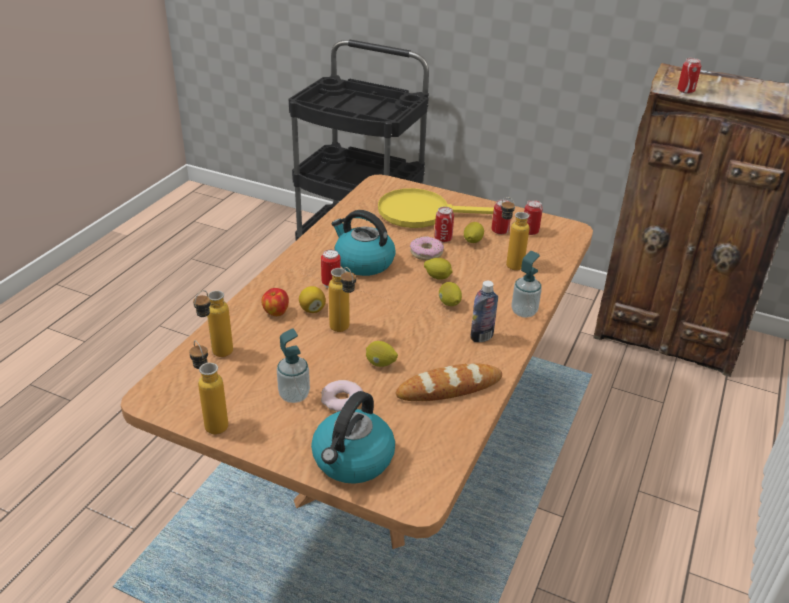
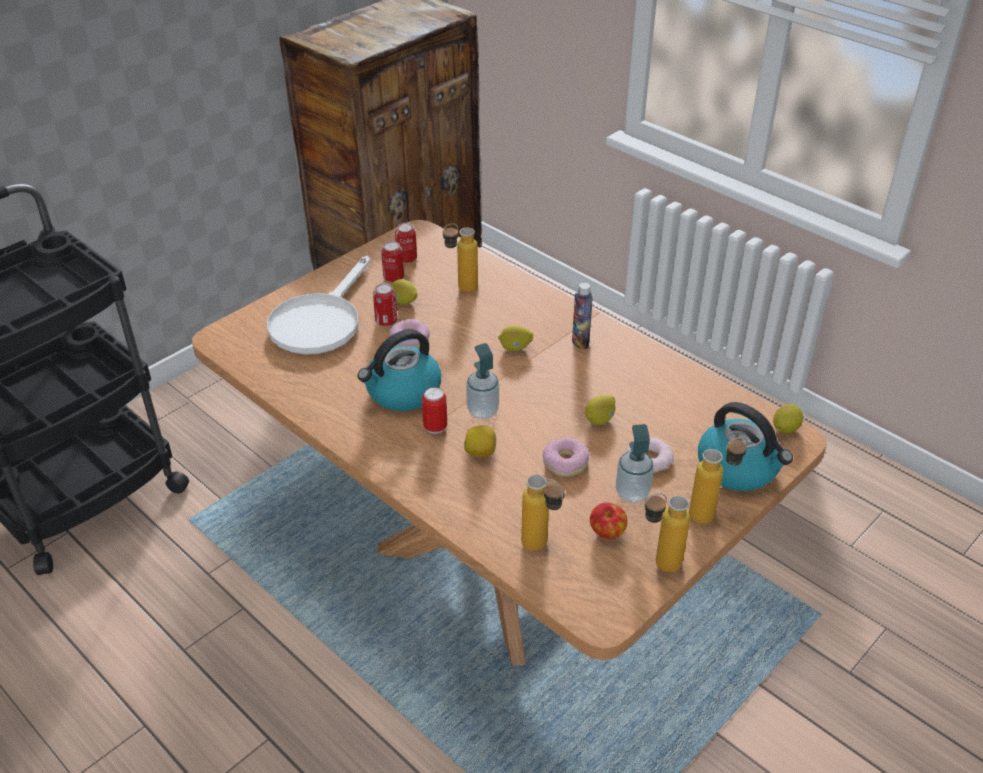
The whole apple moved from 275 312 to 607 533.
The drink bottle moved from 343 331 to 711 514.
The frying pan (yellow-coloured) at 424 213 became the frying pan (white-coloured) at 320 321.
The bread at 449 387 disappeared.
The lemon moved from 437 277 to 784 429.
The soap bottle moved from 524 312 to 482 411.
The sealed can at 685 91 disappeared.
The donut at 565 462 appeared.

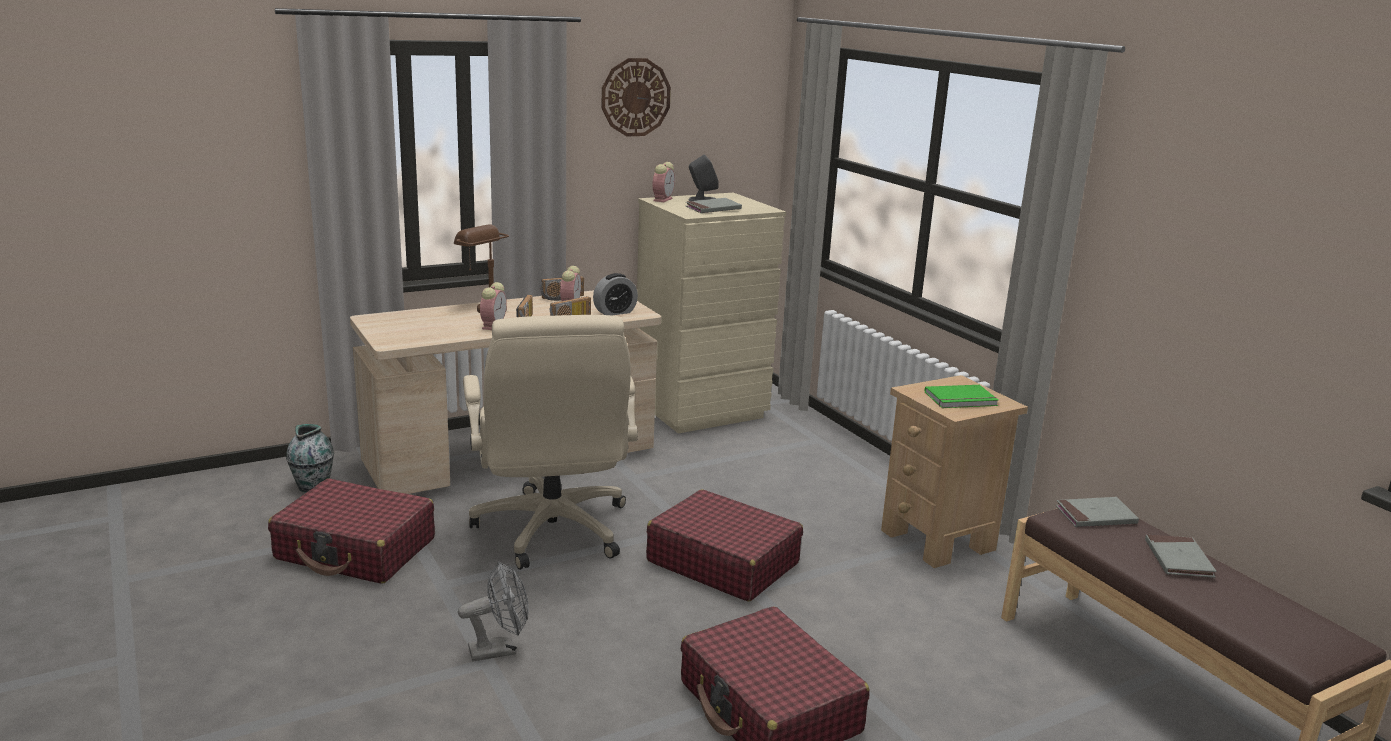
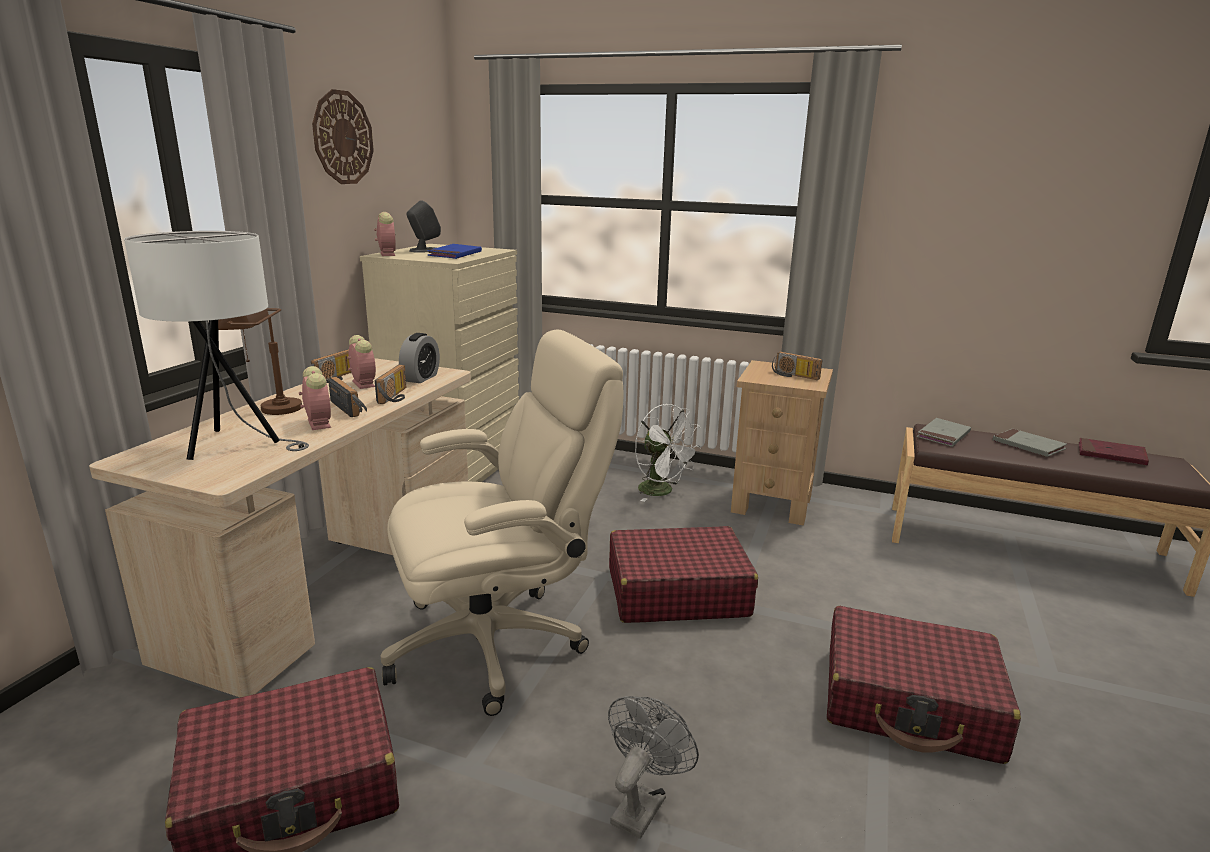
The flower vase at 313 486 disappeared.
The desk chair (beige-coloured) at 552 535 turned 60 degrees counterclockwise.
The bound book (greyish) at 713 208 became the bound book (bluish) at 455 254.
The bound book (greenish) at 961 400 was replaced by the radio set at 793 376.
The table lamp (white-coloured) at 234 446 appeared.
The electric fan (white-coloured) at 662 492 appeared.
The bound book (reddish) at 1111 455 appeared.

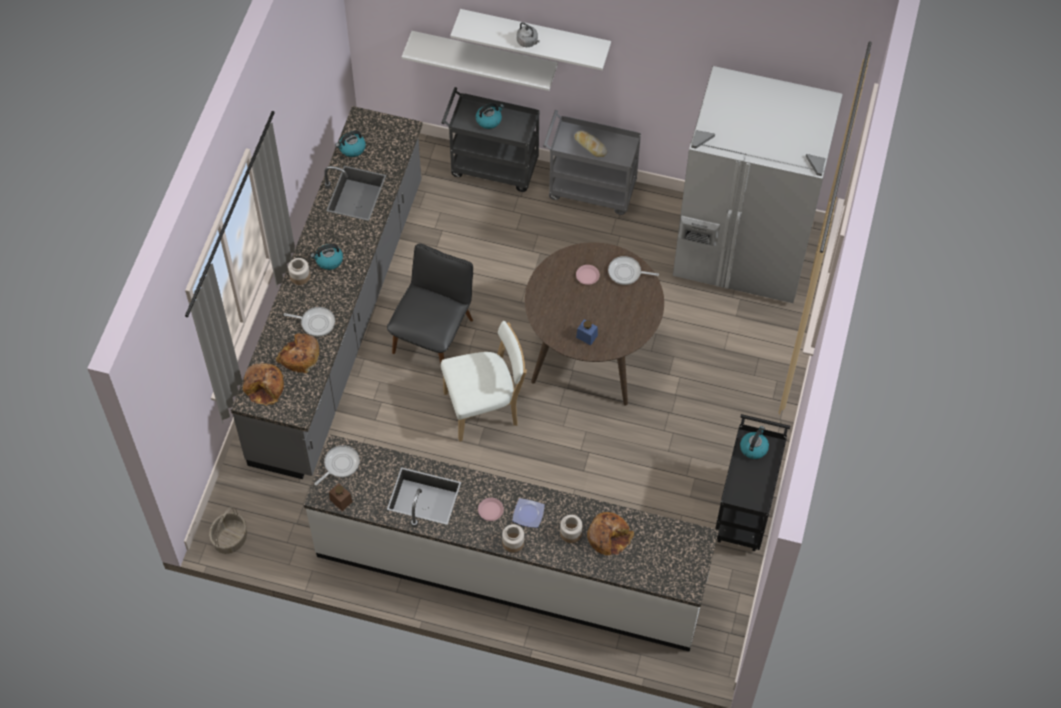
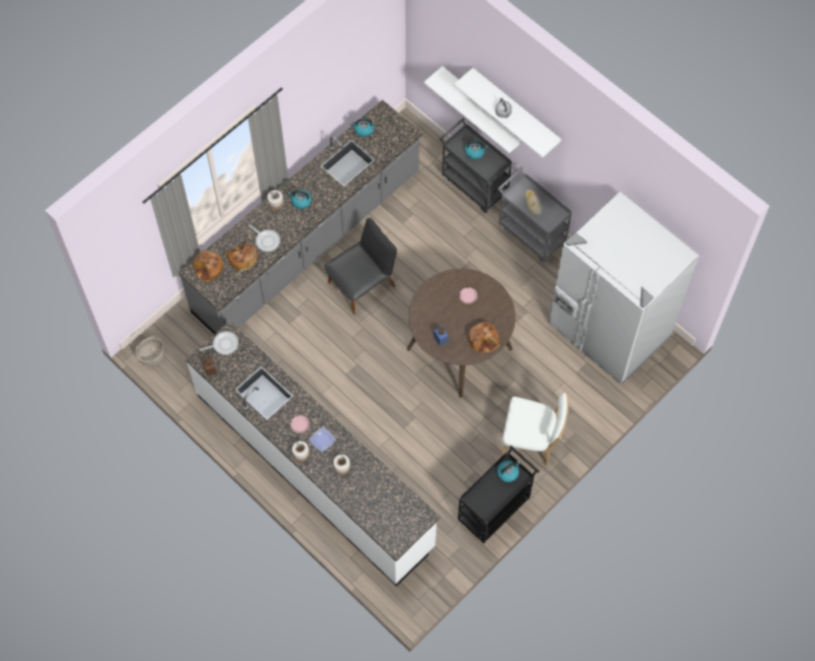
The plain chair (white-coloured) moved from 484 408 to 531 442.
The bread moved from 608 536 to 483 339.
The frying pan at 626 273 disappeared.

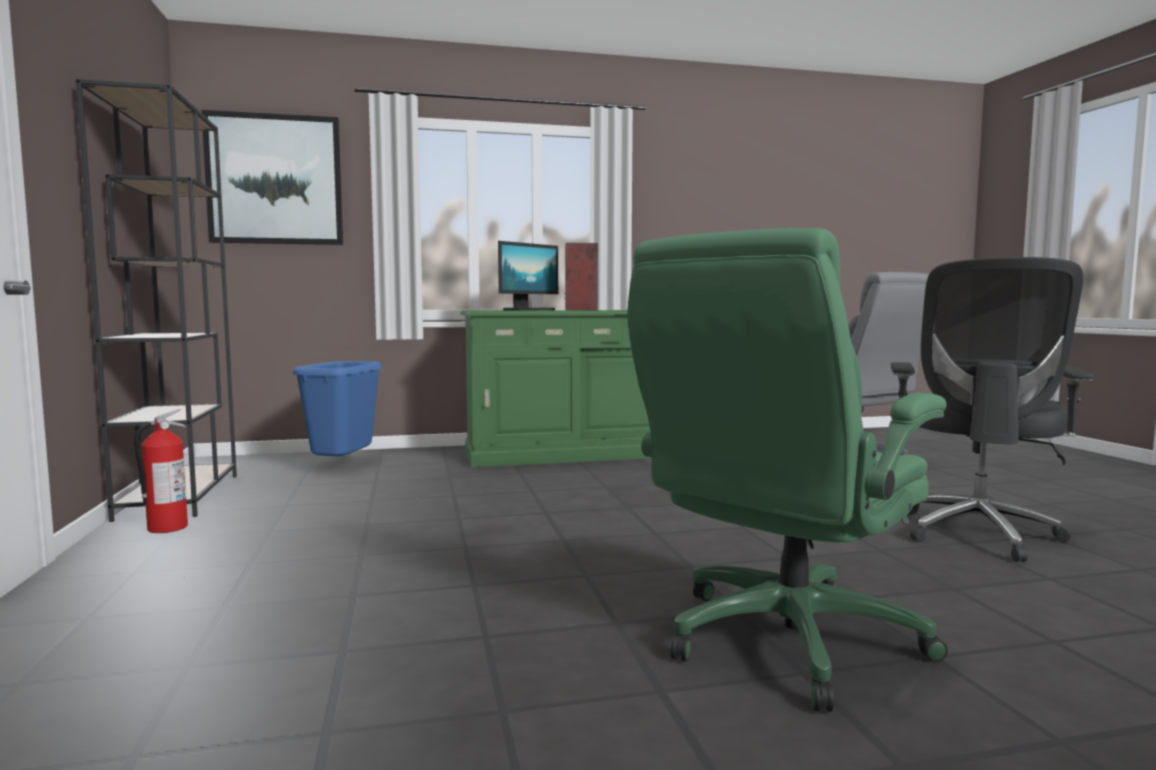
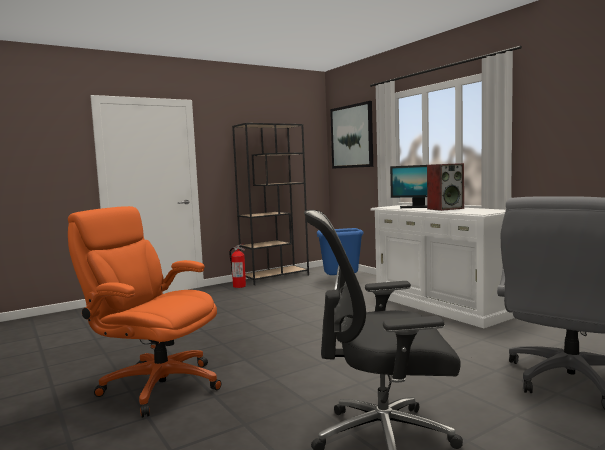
The cupboard (greenish) at 571 454 became the cupboard (white-coloured) at 439 305.
The desk chair (greenish) at 778 645 became the desk chair (orangey) at 155 384.

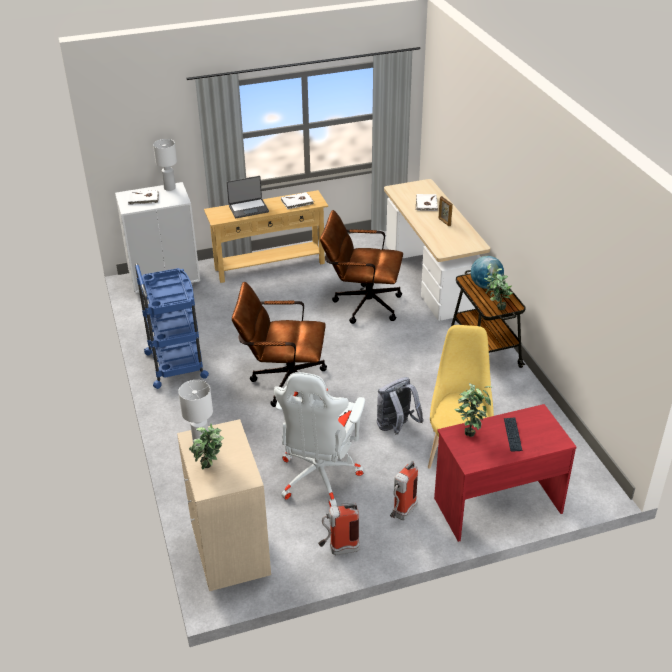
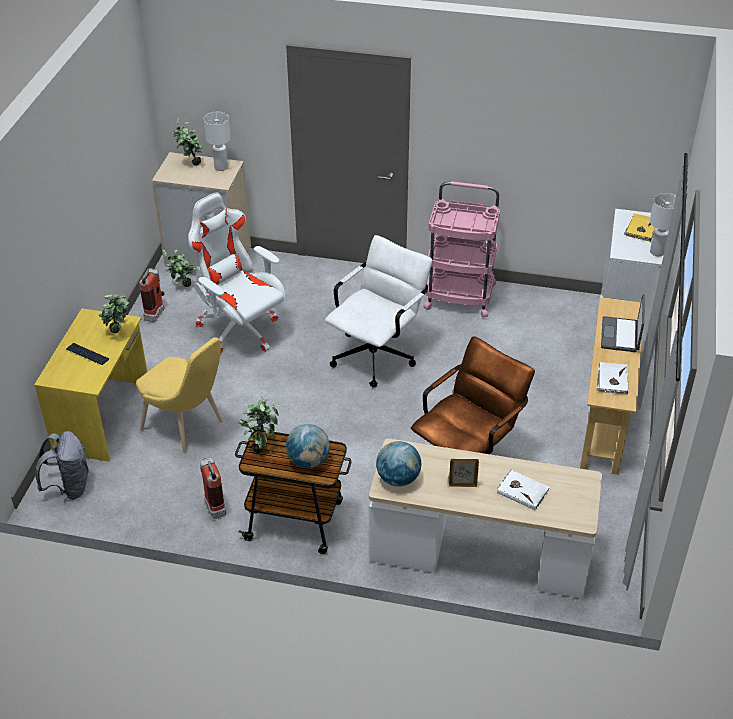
The bound book (white-coloured) at 143 199 became the bound book (yellow-coloured) at 641 229.
The trolley (bluish) at 177 365 became the trolley (pinkish) at 459 297.
The desk chair (brownish) at 283 382 became the desk chair (white-coloured) at 378 353.
The knapsack (greyish) moved from 396 427 to 69 487.
The fire-fighting cylinder moved from 401 514 to 213 504.
The desk (reddish) at 496 504 became the desk (yellow-coloured) at 104 416.
The potted plant at 182 287 appeared.
The globe at 398 478 appeared.

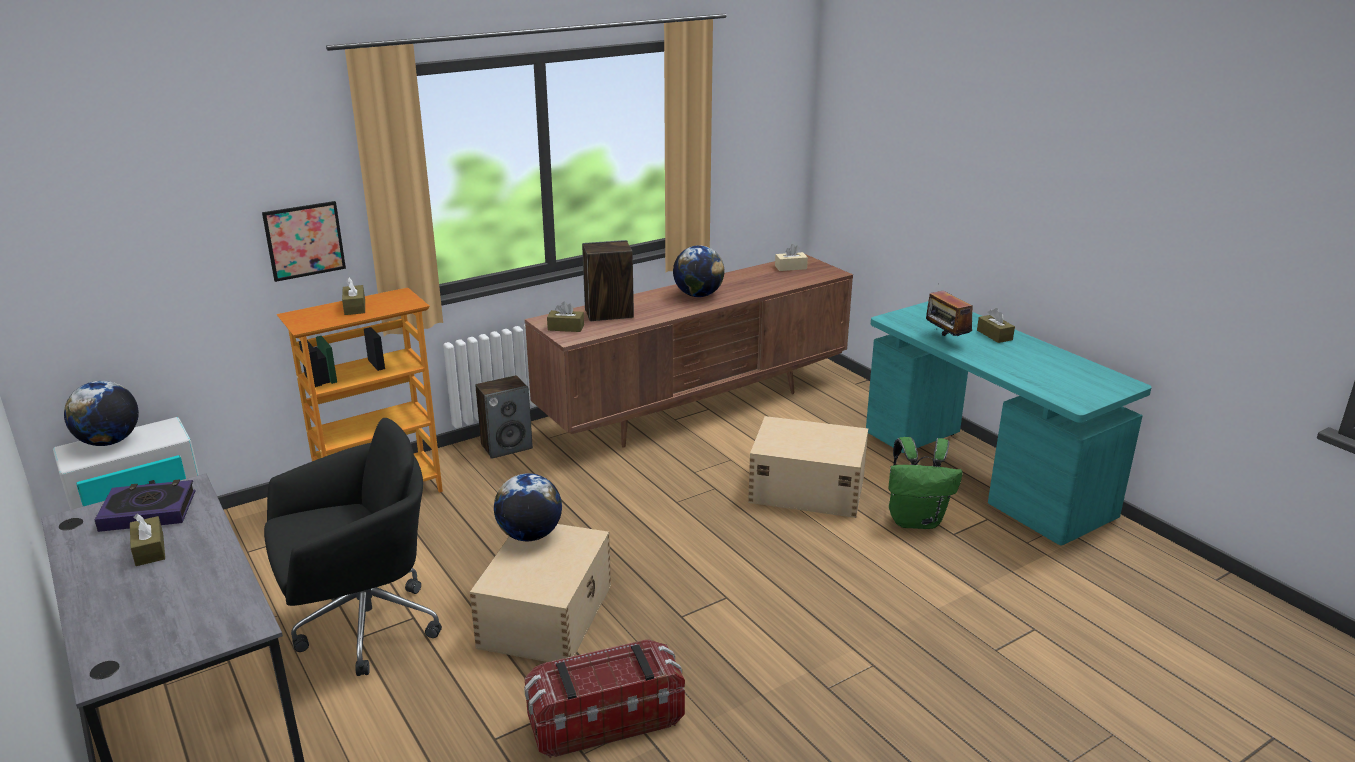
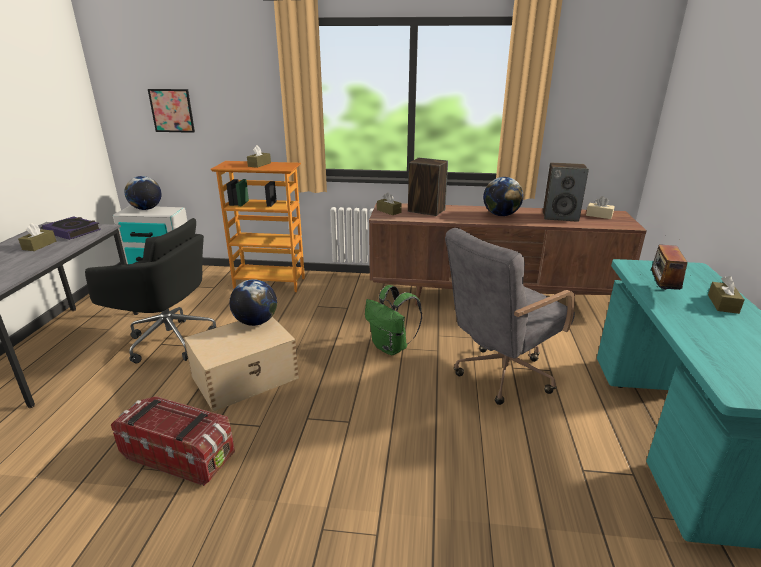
The wall art moved from 304 240 to 172 110.
The speaker moved from 507 446 to 560 216.
The storage box (beige-coloured) at 806 488 was replaced by the desk chair (greyish) at 500 377.
The knapsack (greenish) moved from 916 520 to 391 348.

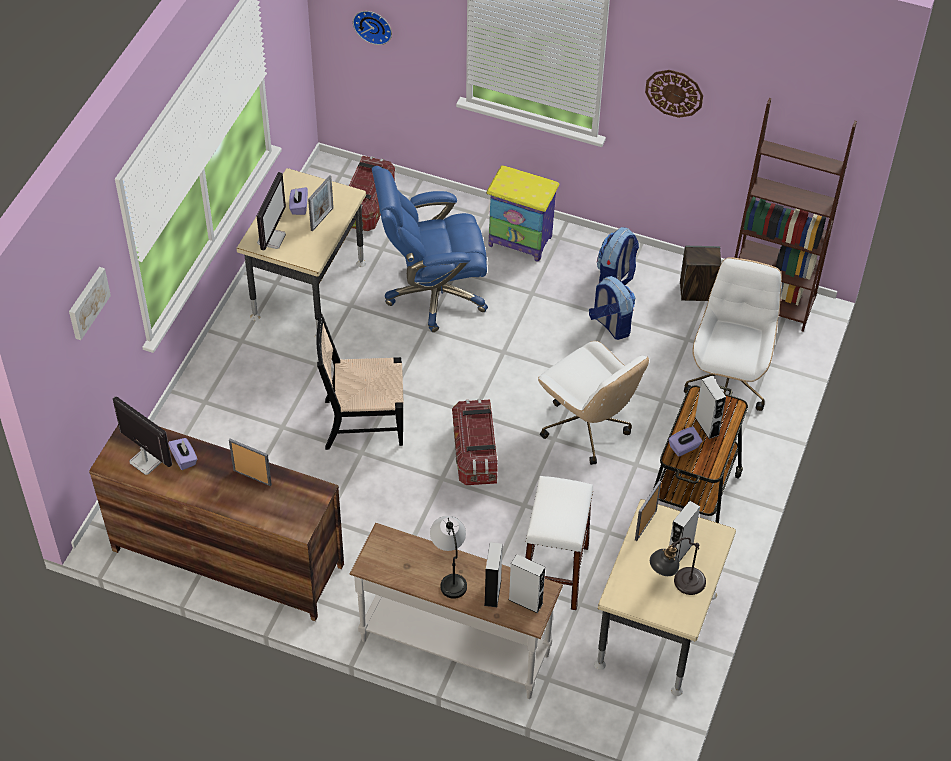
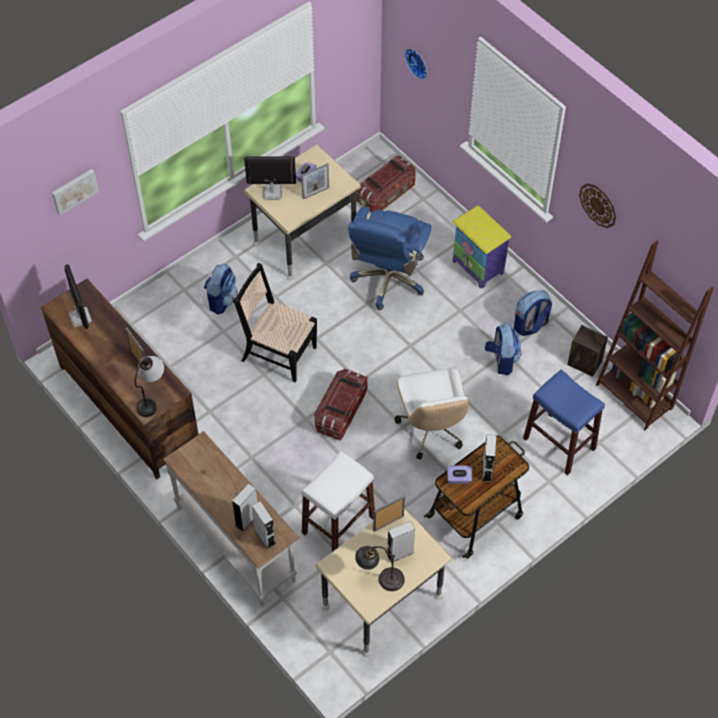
The tissue box (purple) at 184 459 disappeared.
The monitor at 271 238 turned 135 degrees counterclockwise.
The desk chair (bluish) at 432 295 turned 90 degrees counterclockwise.
The table lamp moved from 450 571 to 152 397.
The desk chair (white-coloured) at 728 383 was replaced by the sitting stool (bluish) at 559 443.
The knapsack at 222 300 appeared.

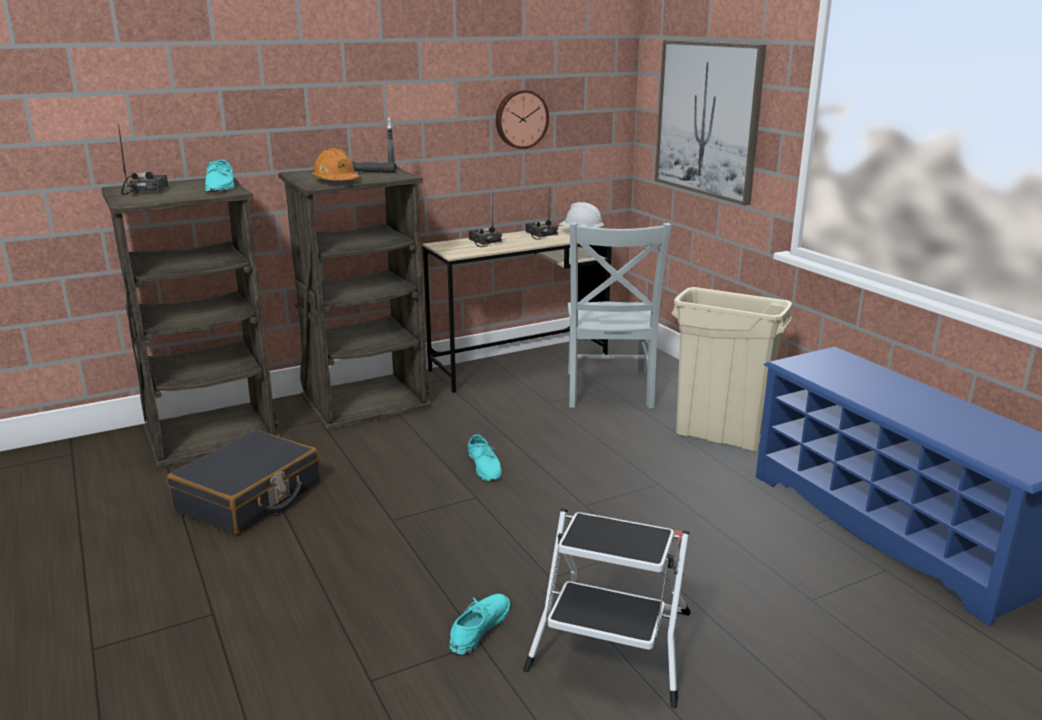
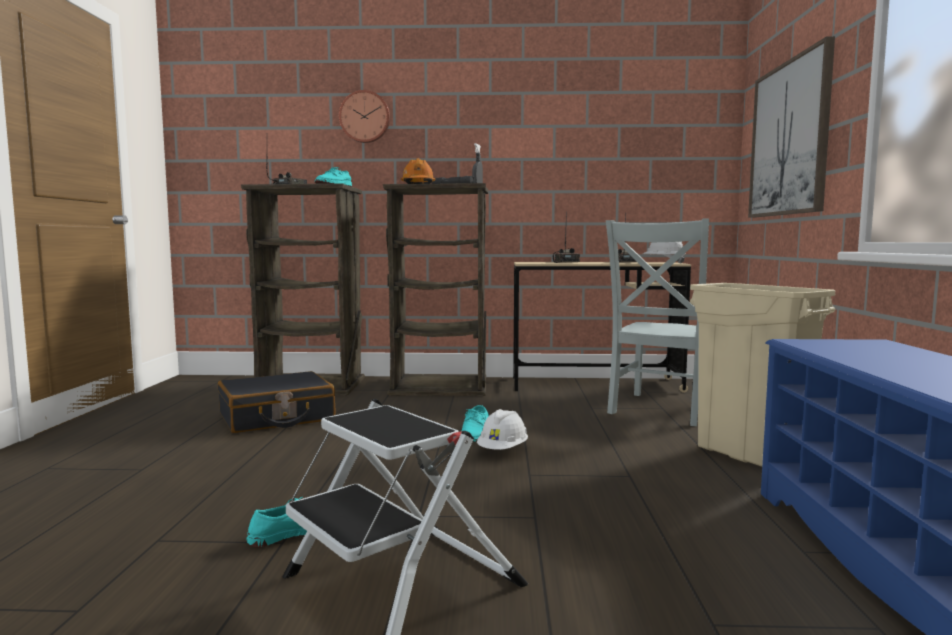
The clock on the wall moved from 521 119 to 365 117.
The safety helmet (white-coloured) at 503 450 appeared.

